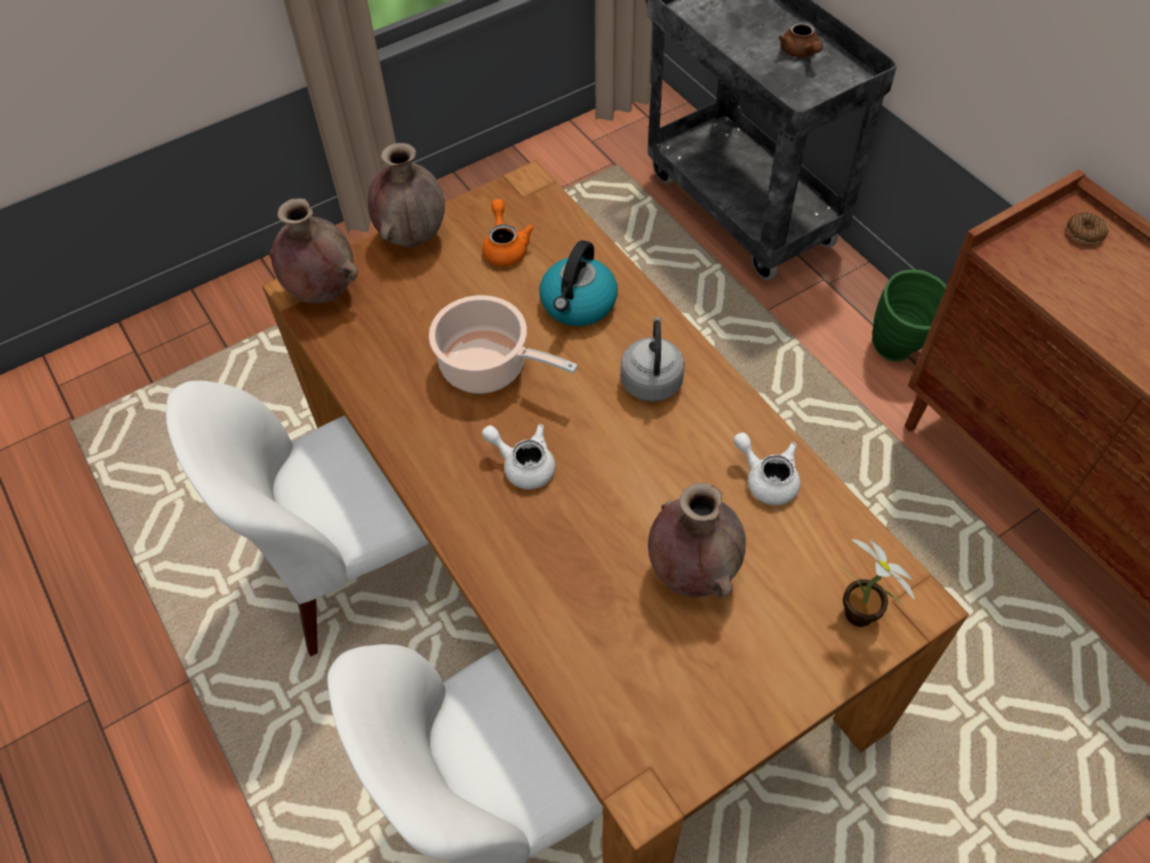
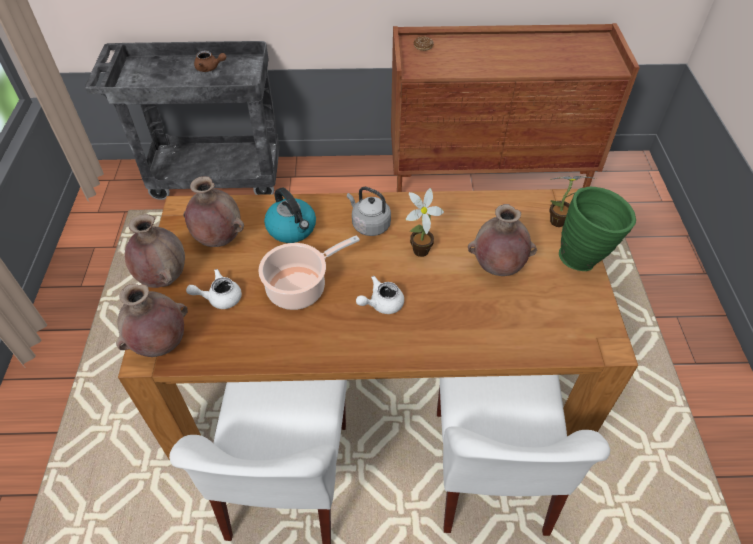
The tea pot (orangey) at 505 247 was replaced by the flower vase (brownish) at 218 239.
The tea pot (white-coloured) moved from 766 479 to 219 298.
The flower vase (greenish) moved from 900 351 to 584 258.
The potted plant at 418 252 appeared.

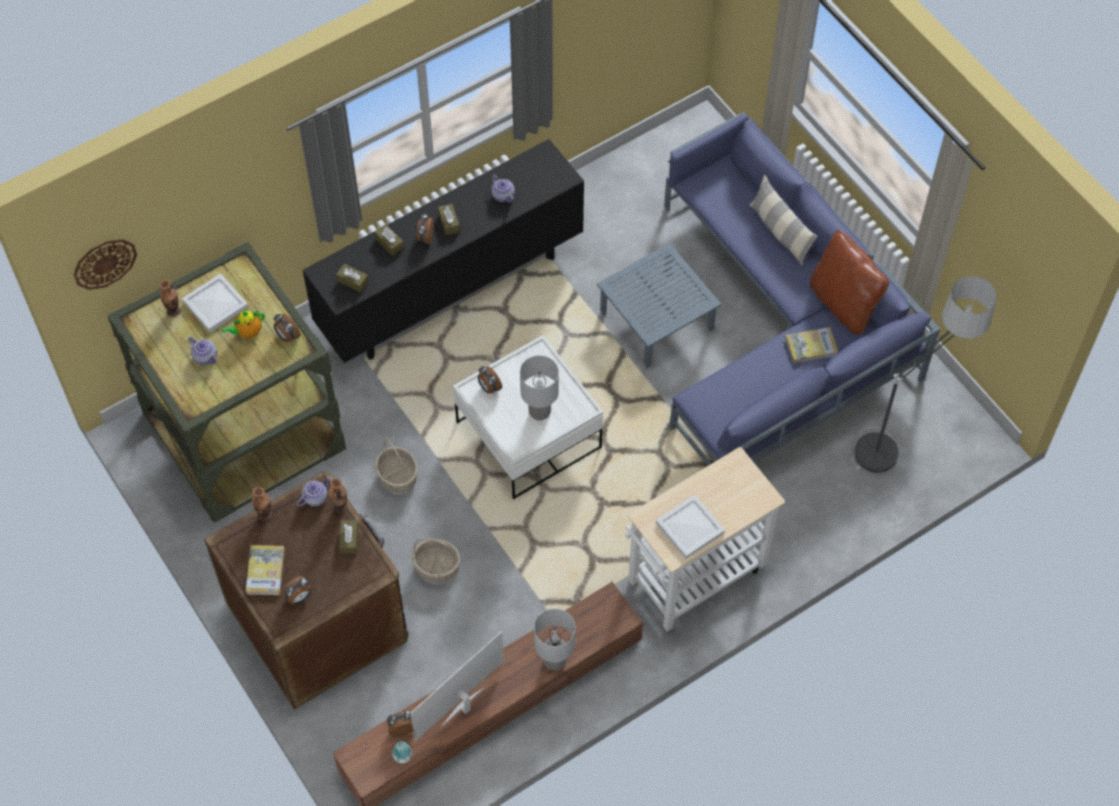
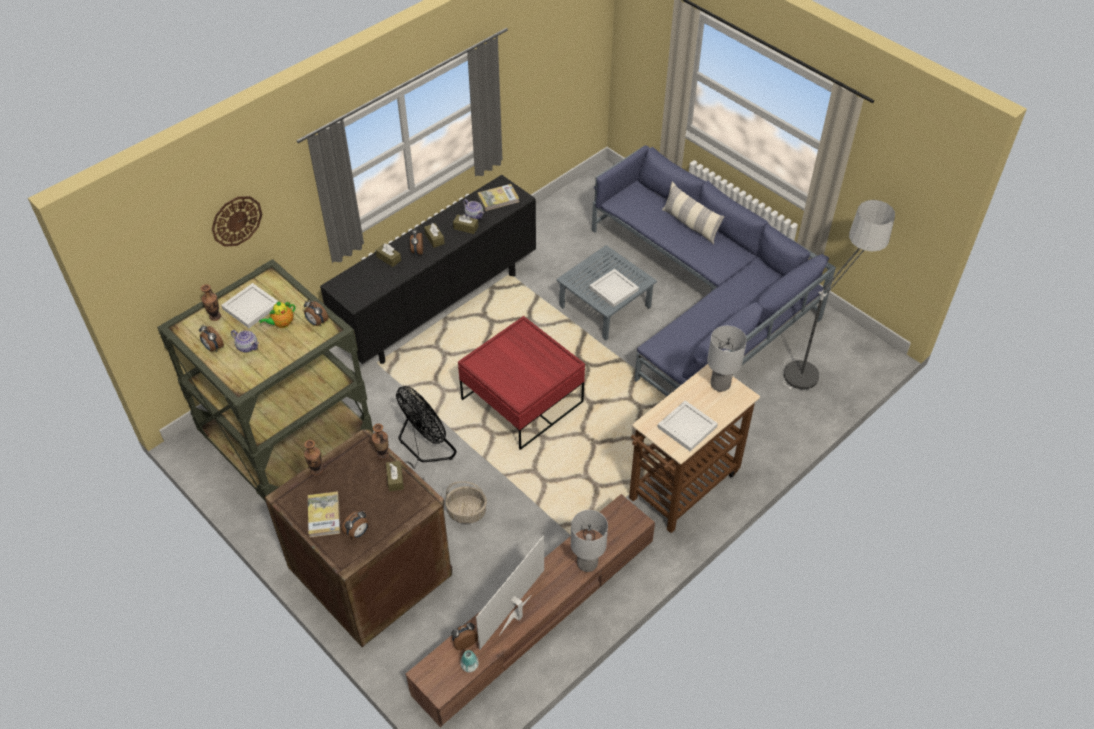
The clock on the wall moved from 104 263 to 236 220.
The tea pot at 315 498 disappeared.
The tissue box (brownish) moved from 353 281 to 466 227.
The storage basket at 397 477 was replaced by the electric fan (black) at 420 447.
The coffee table (white-coloured) at 528 435 became the coffee table (reddish) at 522 401.
The alarm clock moved from 489 388 to 213 348.
The table lamp (greyish) moved from 539 412 to 720 386.
The trolley (white-coloured) at 694 576 became the trolley (brownish) at 682 487.
The bound book moved from 811 346 to 498 199.
The throw pillow (brownish) at 843 304 disappeared.
The tray (white-coloured) at 613 289 appeared.

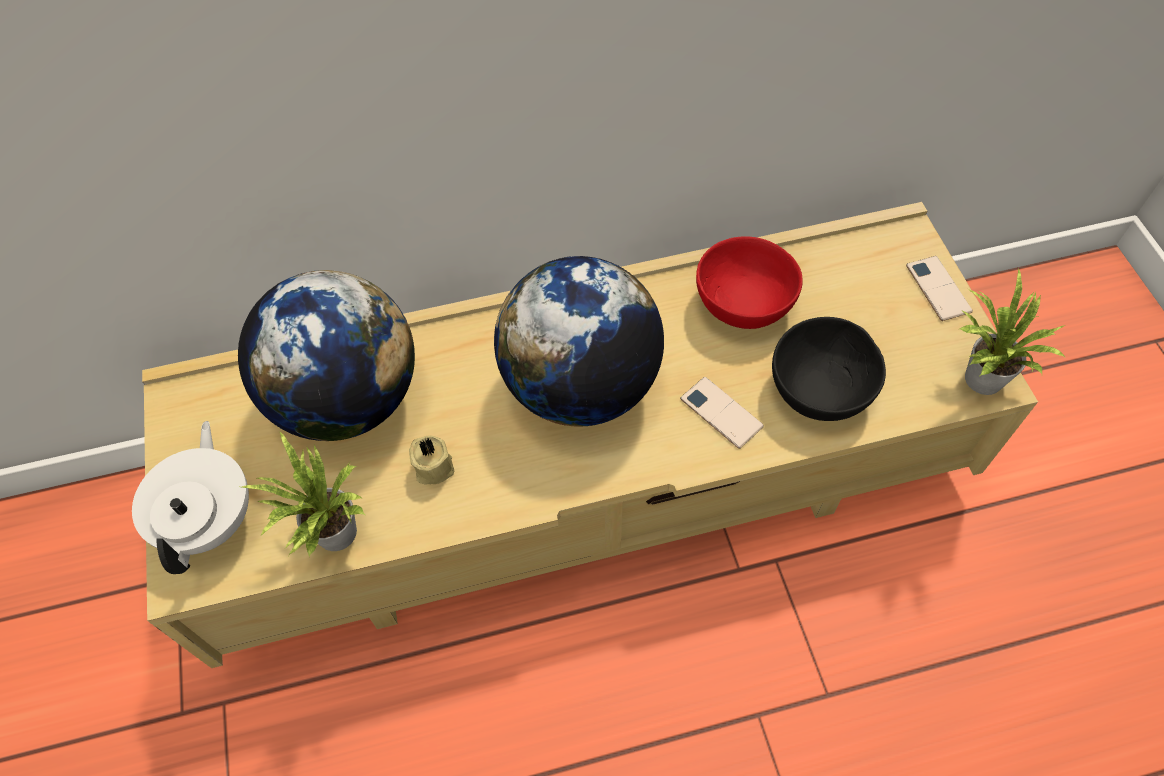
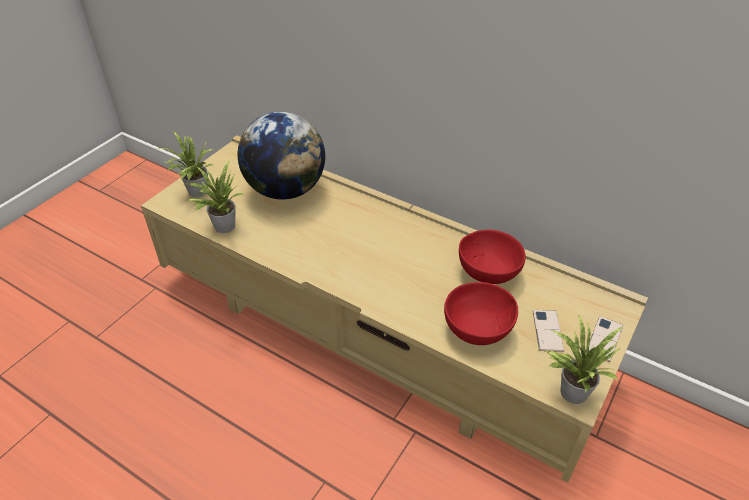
The tea pot (white-coloured) at 212 519 was replaced by the potted plant at 196 192.
The wax light (beige-coloured) at 432 466 disappeared.
The globe at 580 386 disappeared.
The phone moved from 721 412 to 547 331.
The bowl (black) at 822 389 became the bowl (reddish) at 479 330.

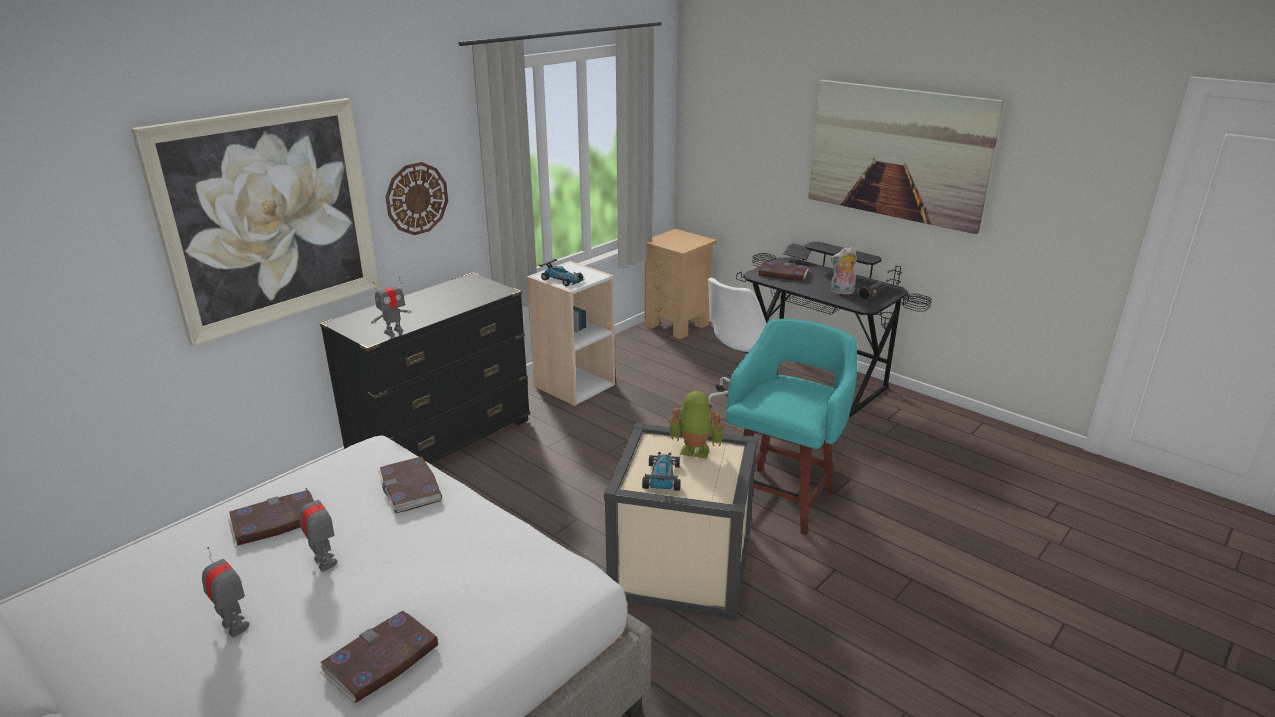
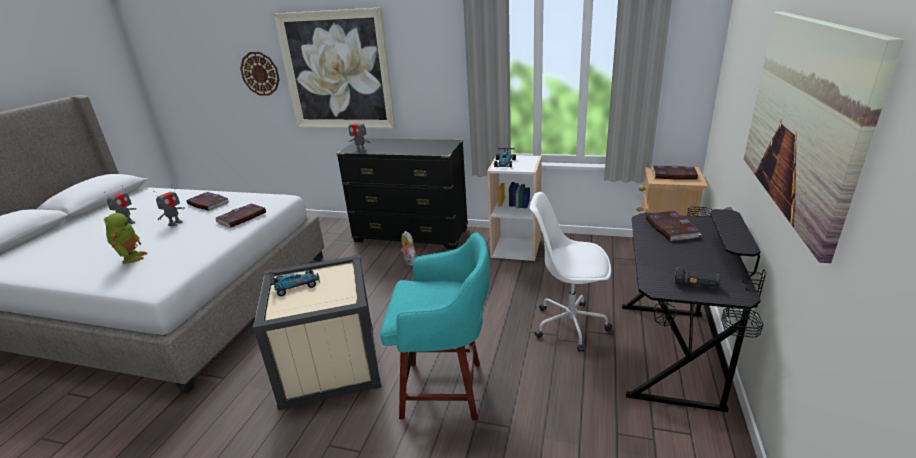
The bound book moved from 381 659 to 673 175.
The clock on the wall moved from 416 198 to 260 73.
The toy robot moved from 694 452 to 131 258.
The plush toy moved from 842 292 to 409 262.

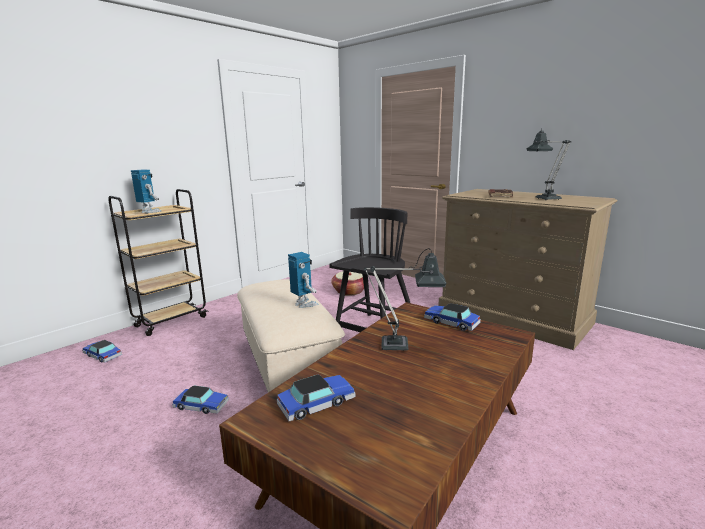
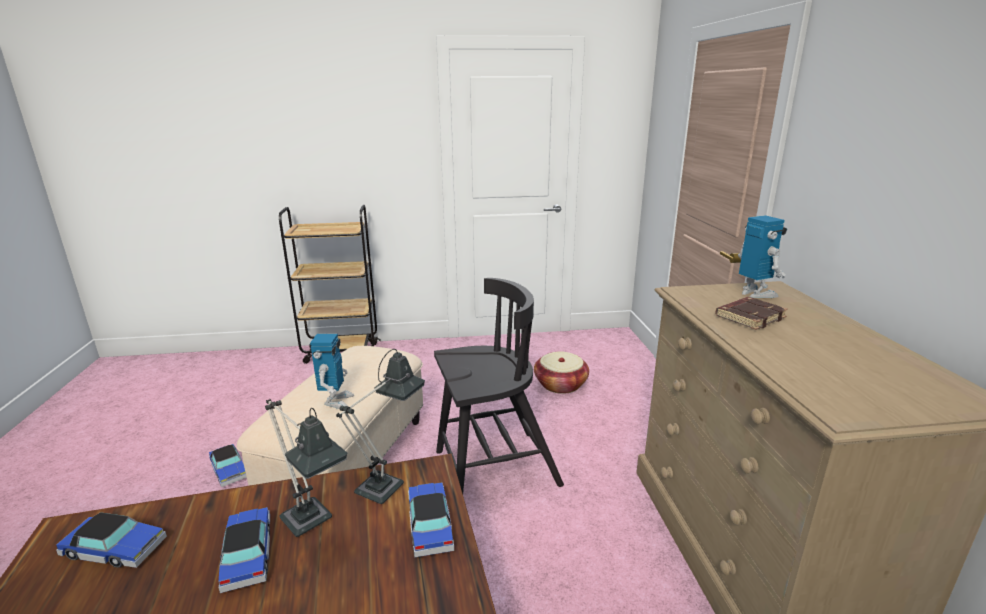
The miniature car moved from 102 355 to 248 554.
The toy robot moved from 149 212 to 755 294.
The table lamp moved from 544 198 to 386 482.

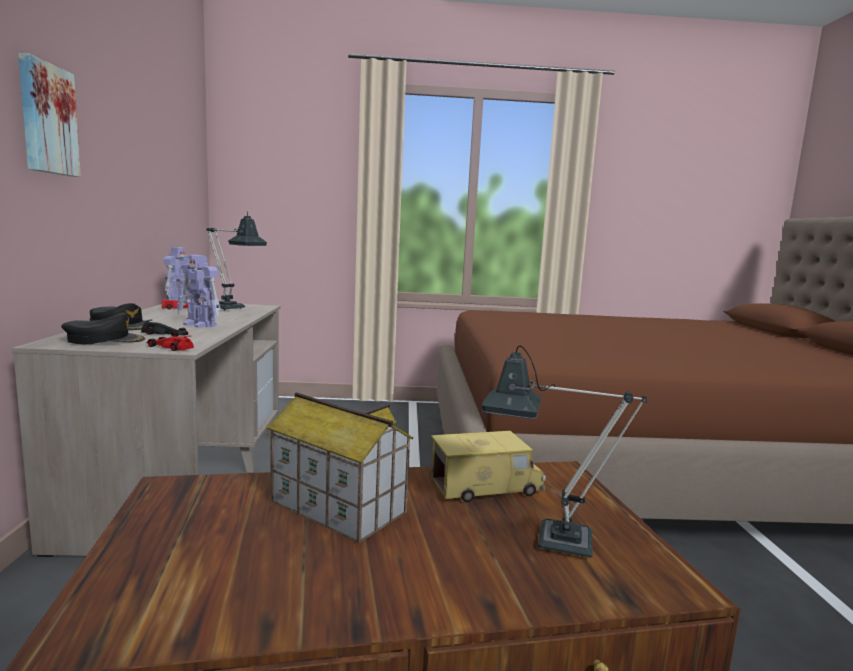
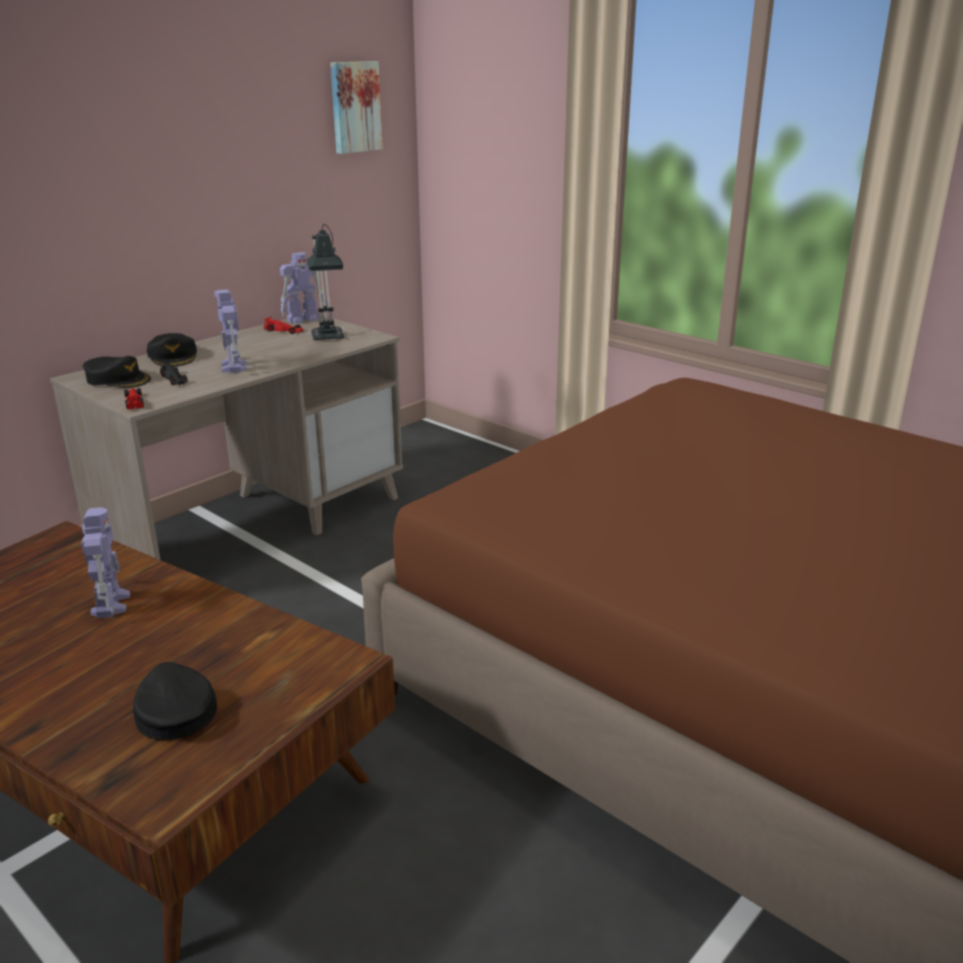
The wall art moved from 46 119 to 354 107.
The model house at 336 507 was replaced by the toy robot at 111 603.
The model truck at 485 487 disappeared.
The table lamp at 548 538 was replaced by the peaked cap (black) at 174 710.

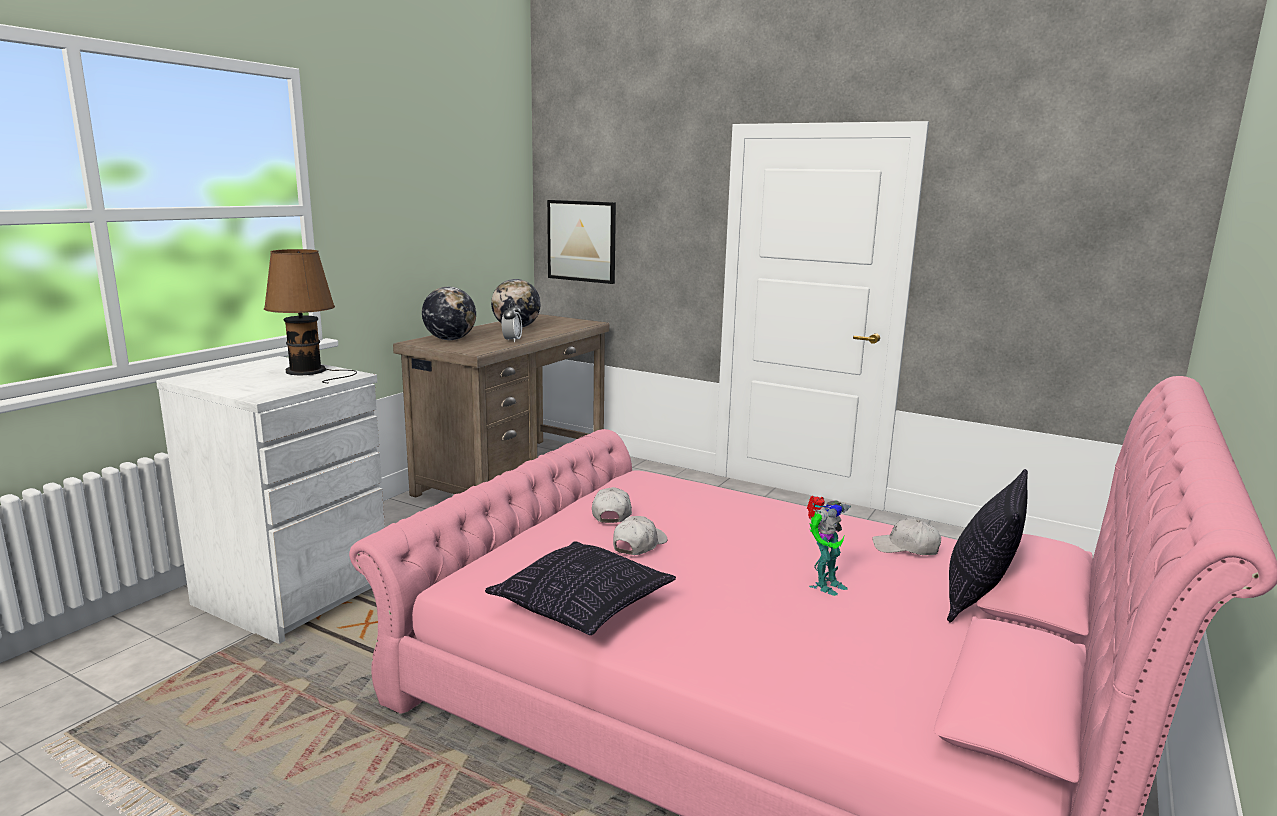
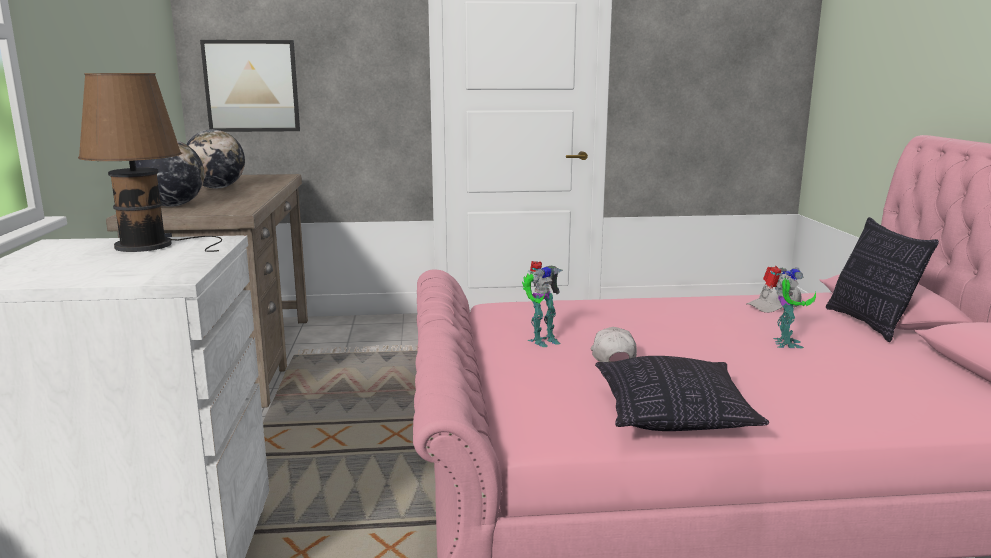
The alarm clock at 512 340 disappeared.
The peaked cap (white-coloured) at 612 514 was replaced by the toy robot at 541 340.

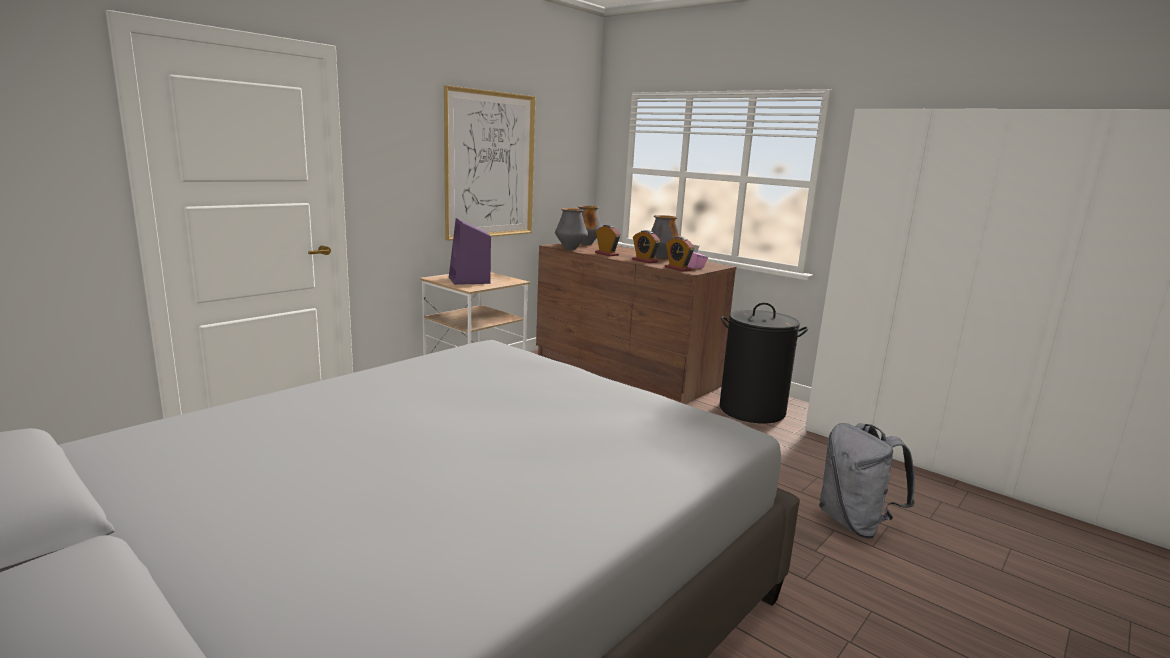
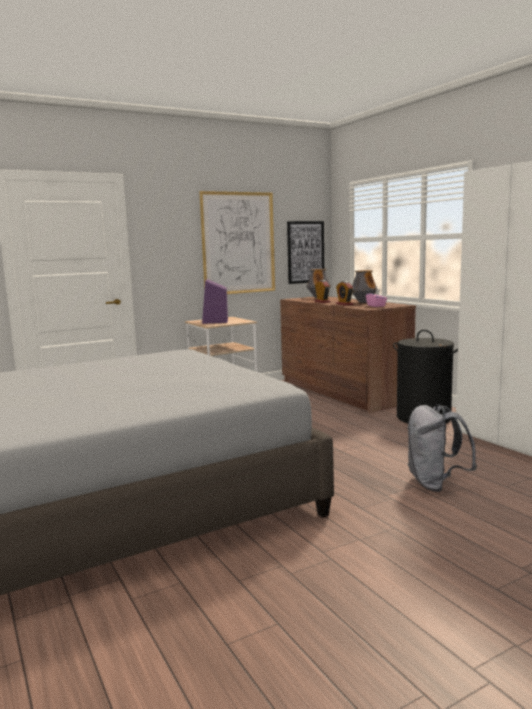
The flower vase at 570 248 disappeared.
The alarm clock at 677 269 disappeared.
The wall art at 305 252 appeared.

